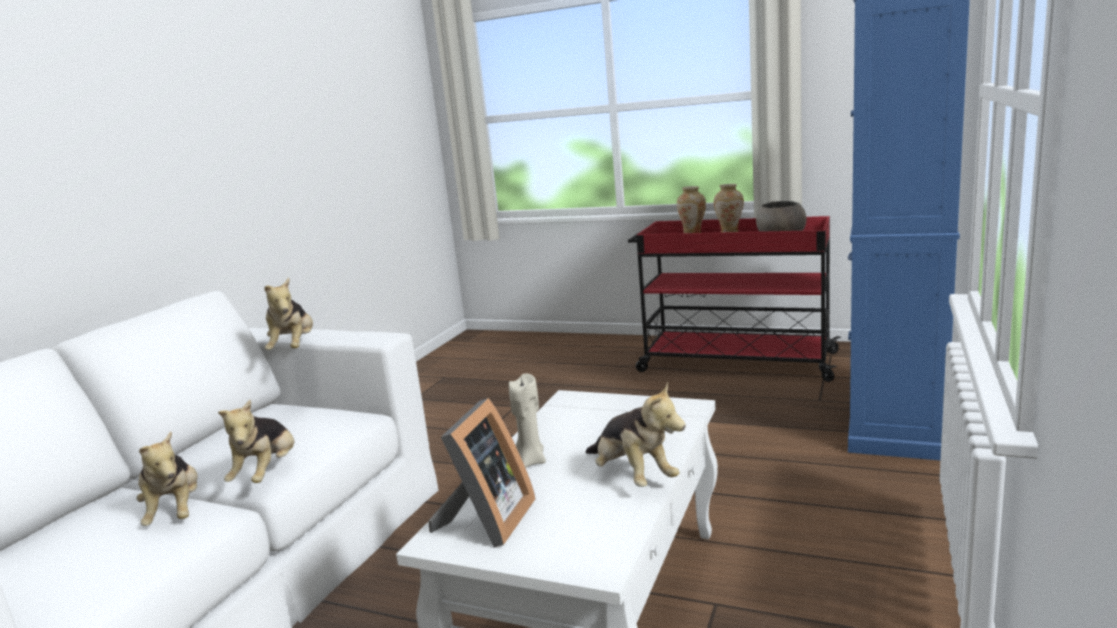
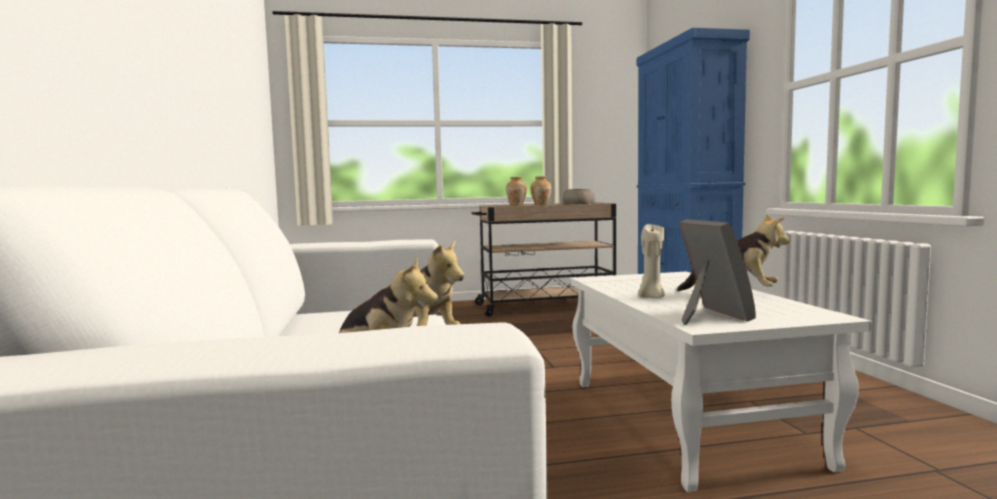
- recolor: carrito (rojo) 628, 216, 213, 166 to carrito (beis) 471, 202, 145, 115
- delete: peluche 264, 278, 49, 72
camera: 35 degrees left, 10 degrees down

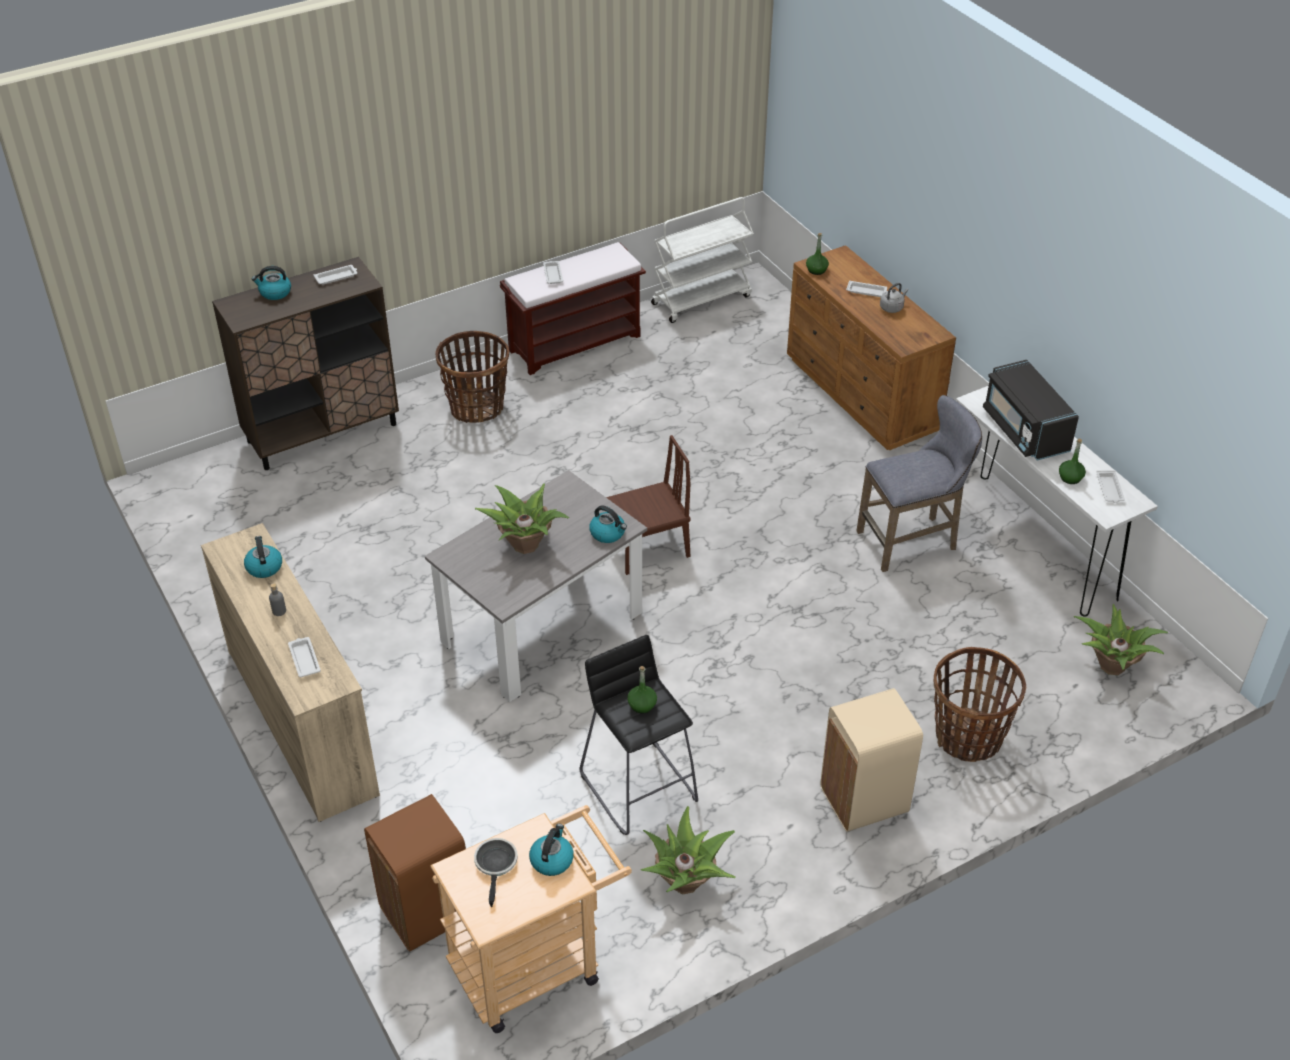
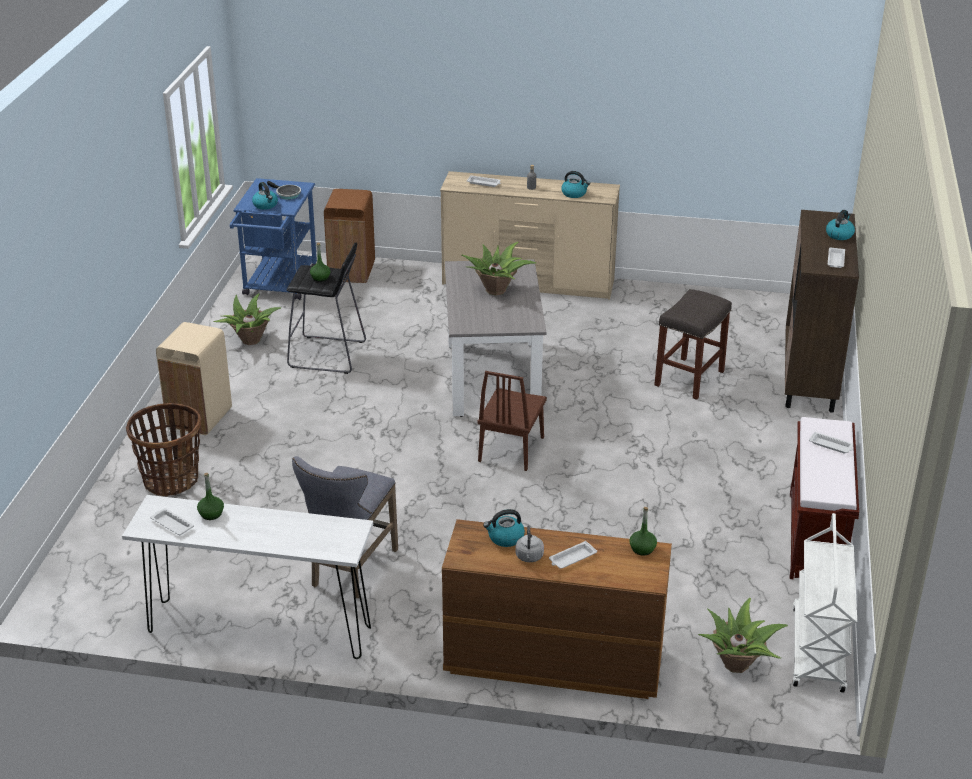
- delete: cesta 435, 331, 74, 92
- delete: microondas (negro) 983, 360, 96, 101
- move: hervidor 589, 506, 38, 37 to 483, 509, 42, 38
- move: planta en maceta 1074, 604, 94, 71 to 698, 598, 90, 75
- recolor: carrito (beis) 430, 805, 202, 228 to carrito (azul) 230, 178, 87, 122
- insert: taburete (gris) 654, 289, 78, 111
camera: 130 degrees right, 10 degrees down

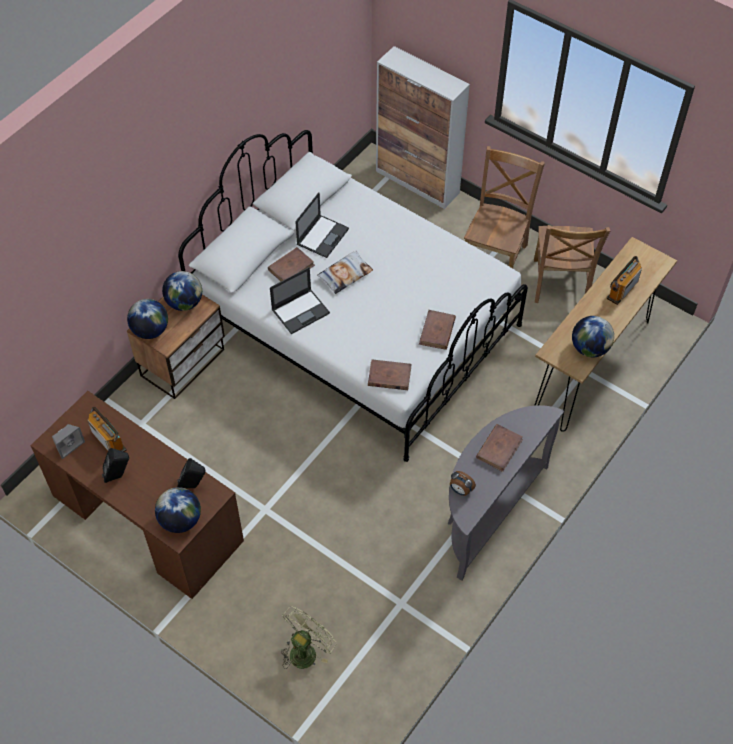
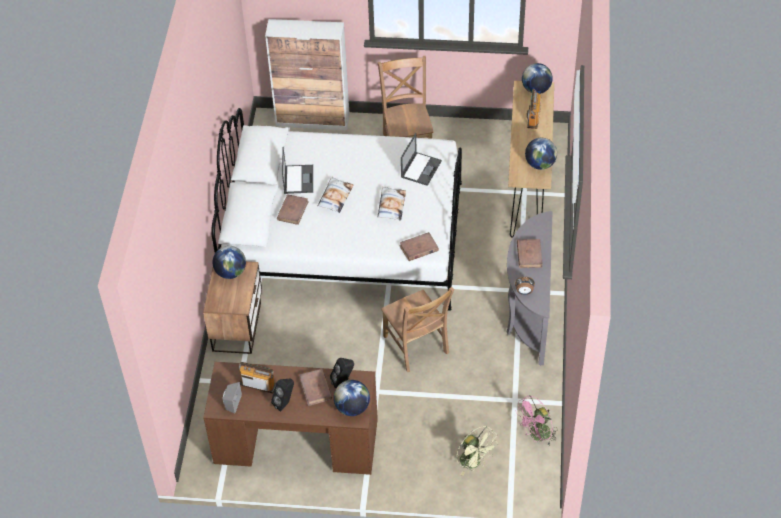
- move: silla (marrón) 534, 225, 76, 78 to 381, 287, 74, 85
- move: portátil 270, 267, 60, 67 to 401, 133, 41, 53
- move: globo terráqueo 127, 299, 41, 40 to 522, 63, 31, 31
- move: libro (marrón) 419, 310, 37, 40 to 299, 369, 33, 37
- rotate: ventilador (verde) 281, 606, 56, 63 = 457, 426, 40, 50 135 degrees clockwise
- insert: cojín 378, 186, 28, 35
- insert: ventilador (rosa) 516, 395, 40, 50
camera: 30 degrees left, 5 degrees down

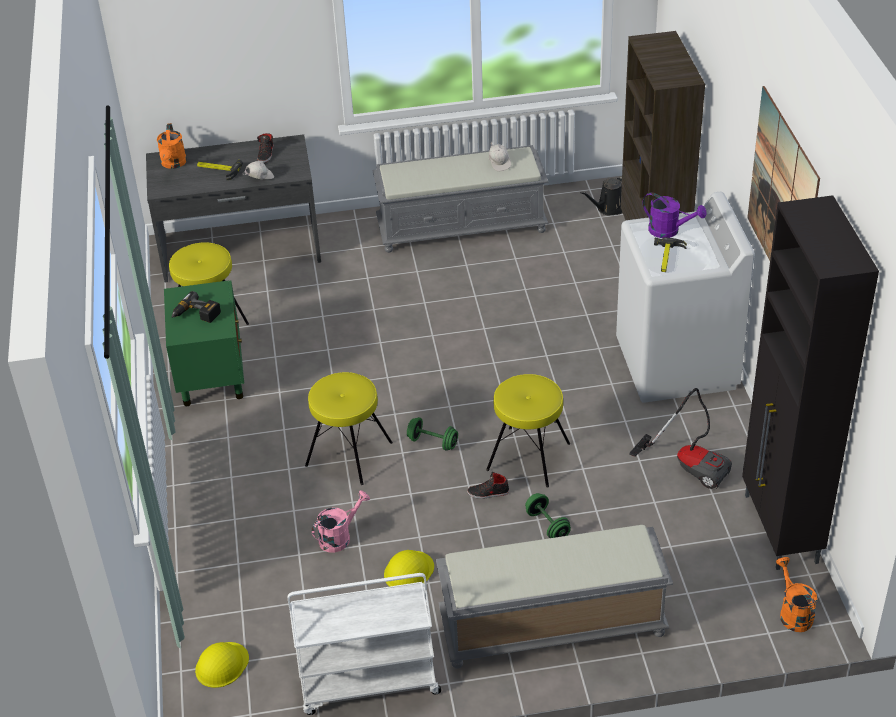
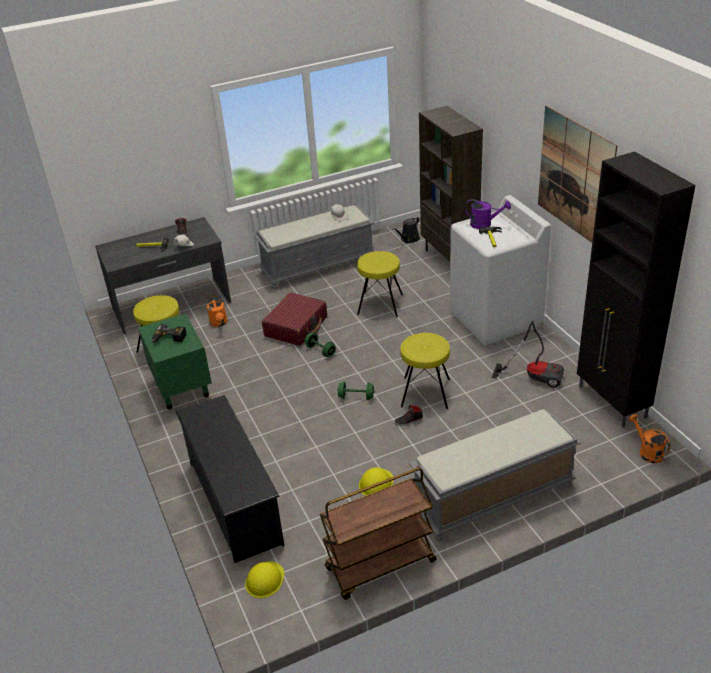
- move: regadera (naranja) 157, 123, 30, 46 to 207, 296, 21, 31
- move: taburete (amarillo) 305, 372, 88, 113 to 357, 251, 46, 66
- delete: regadera (rosa) 312, 490, 58, 62
- move: mancuerna (verde) 525, 493, 46, 45 to 305, 333, 31, 24
- recolor: carrito (blanco) 288, 573, 153, 142 to carrito (marrón) 320, 467, 117, 133
- insert: maleta (rojo) 262, 293, 65, 53
- insert: zapatero (negro) 175, 395, 109, 168
camera: 15 degrees left, 5 degrees down

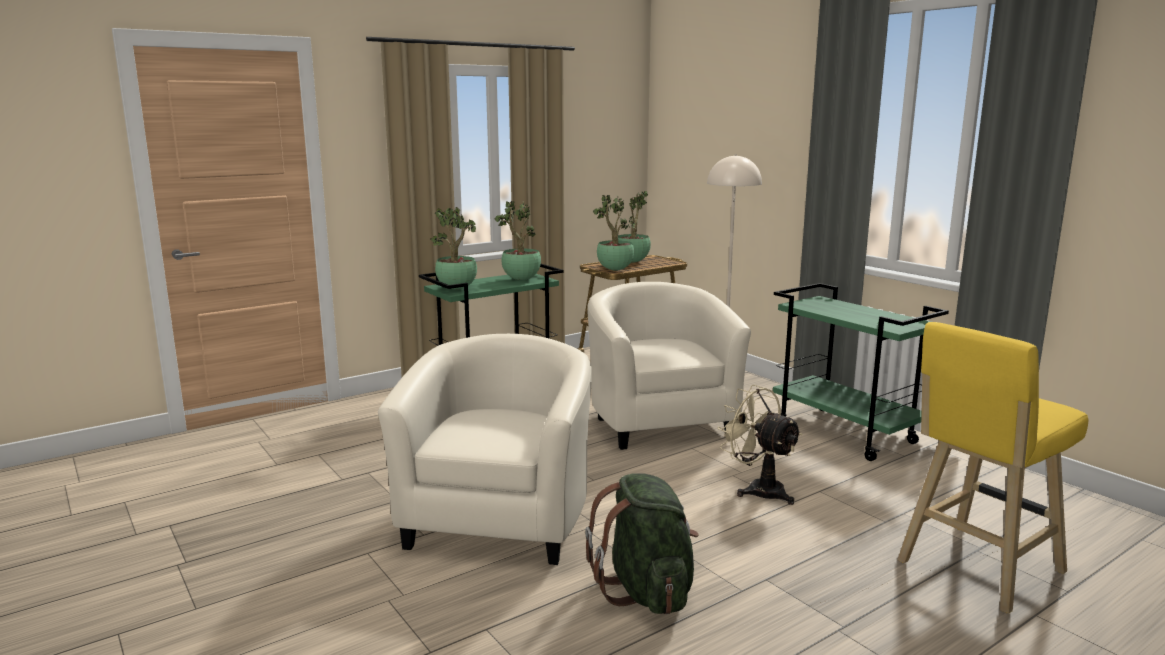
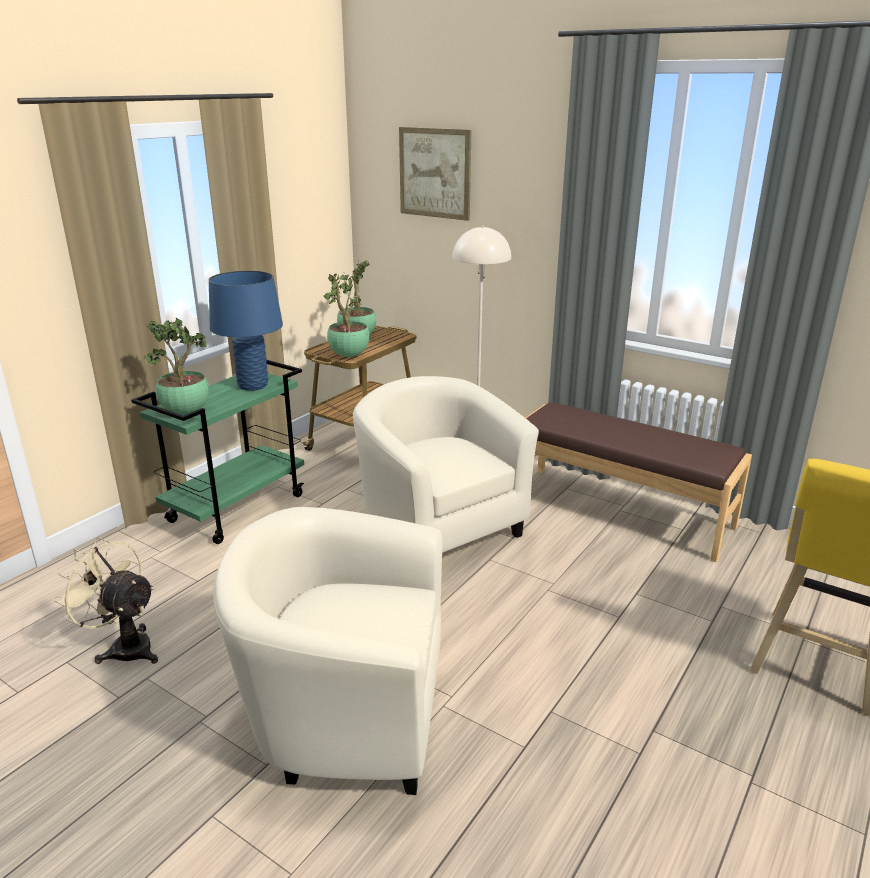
- replace: planta en maceta 495, 201, 46, 79 to lámpara de mesa (azul) 209, 270, 74, 121
- replace: carrito (verde) 773, 283, 176, 178 to banco (marrón) 526, 402, 226, 160
- rotate: sillón (beis) 378, 334, 214, 231 = 213, 507, 229, 288 75 degrees counterclockwise
- move: ventilador (beis) 717, 385, 86, 120 to 53, 537, 105, 127
- delete: mochila (verde) 585, 473, 113, 141
- insert: cuadro 399, 127, 73, 94
camera: 20 degrees left, 10 degrees up

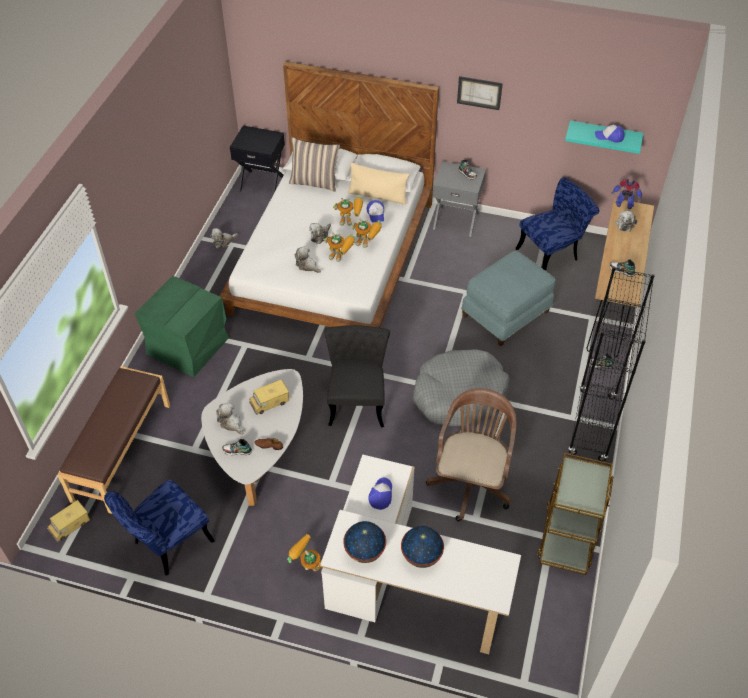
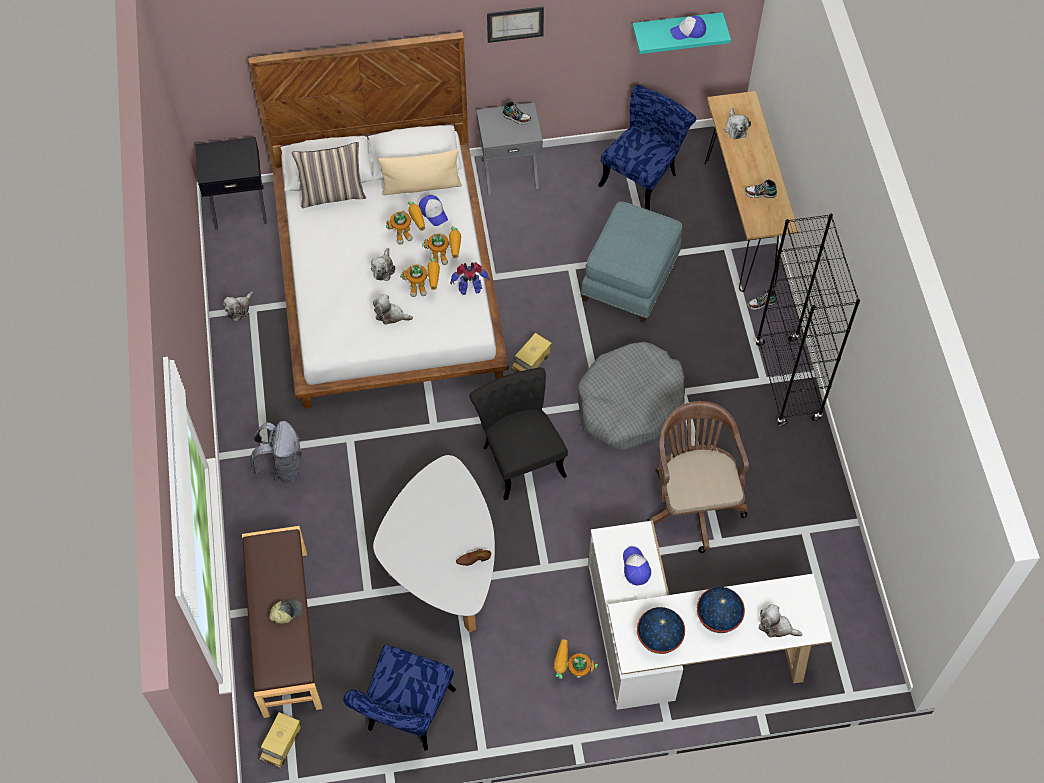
- move: robot de juguete 611, 179, 31, 30 to 450, 262, 40, 33
- replace: caja de almacenaje (verde) 135, 275, 94, 102 to mochila (gris) 250, 421, 52, 62
- move: camión de juguete 249, 379, 40, 36 to 511, 333, 41, 40
- move: peluche 216, 402, 27, 33 to 759, 604, 43, 34
- delete: zapato 222, 439, 30, 16
- delete: carrito (marrón) 537, 453, 76, 122
- insert: gorra 269, 599, 34, 25
camera: 25 degrees left, 10 degrees up

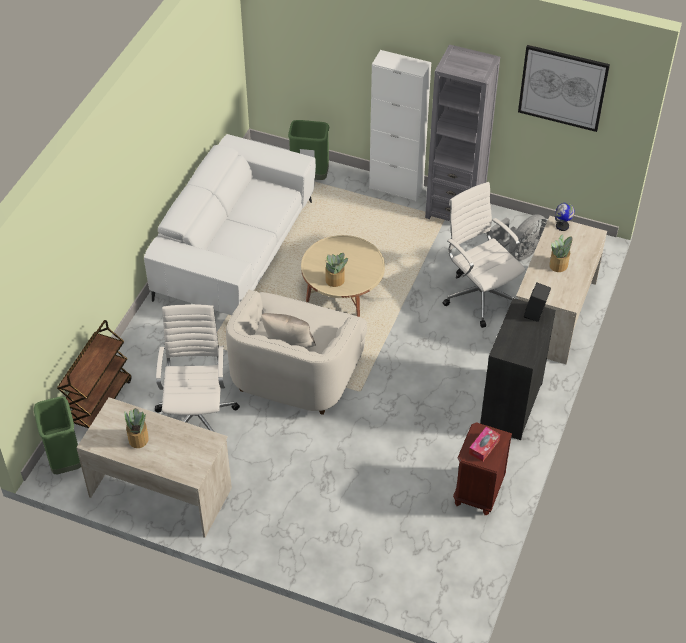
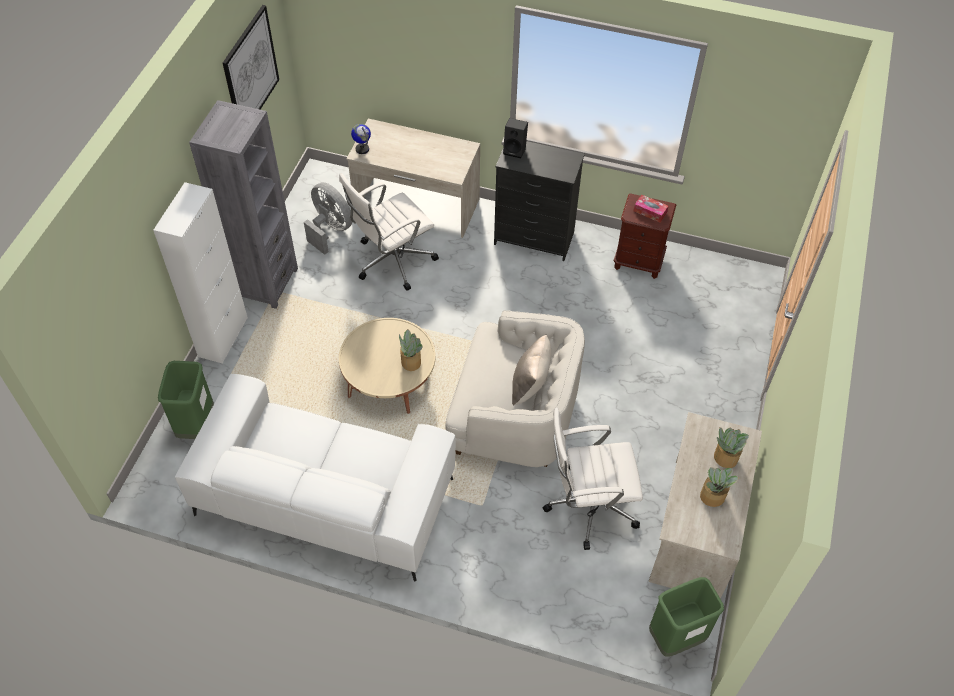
- move: planta en maceta 550, 234, 23, 38 to 714, 427, 35, 41
- delete: carrito (marrón) 57, 320, 75, 108
camera: 95 degrees left, 5 degrees up

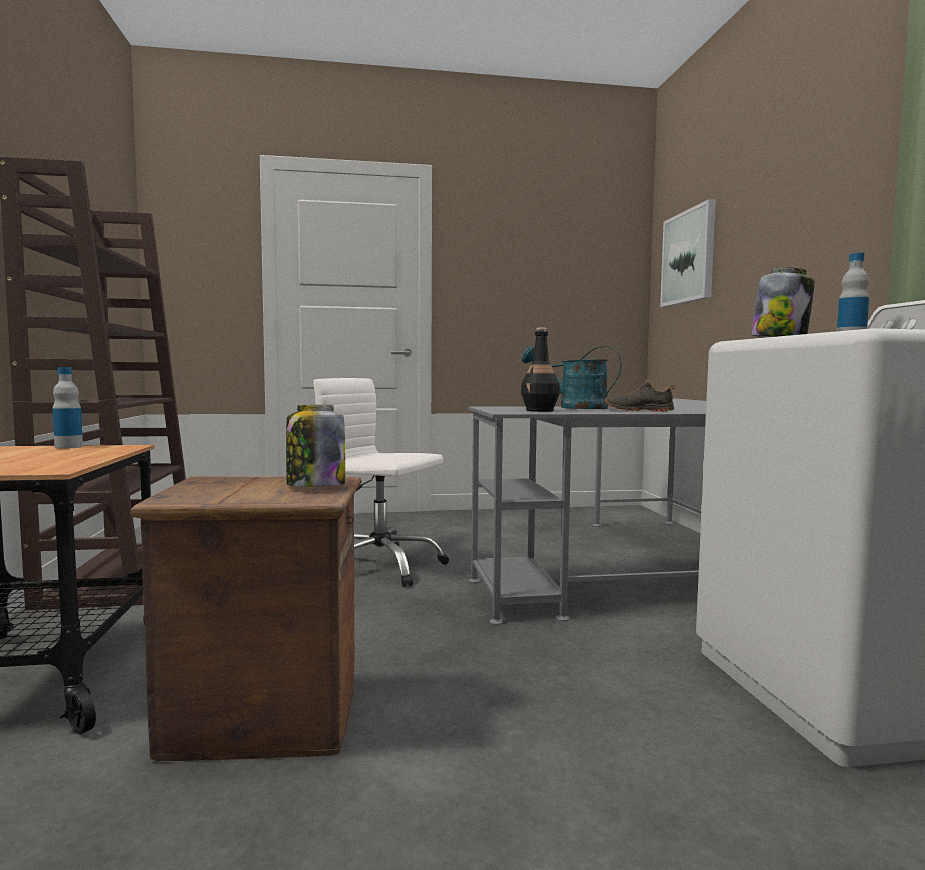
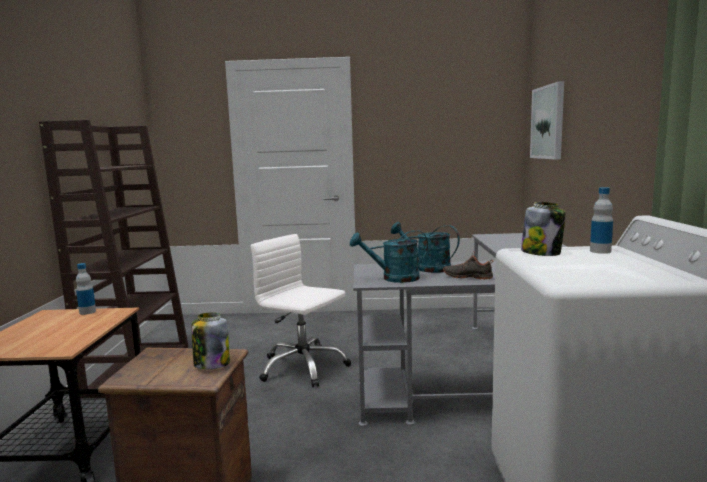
- replace: botella (negro) 521, 328, 39, 84 to regadera (turquesa) 350, 230, 78, 53
camera: 10 degrees right, 5 degrees up

